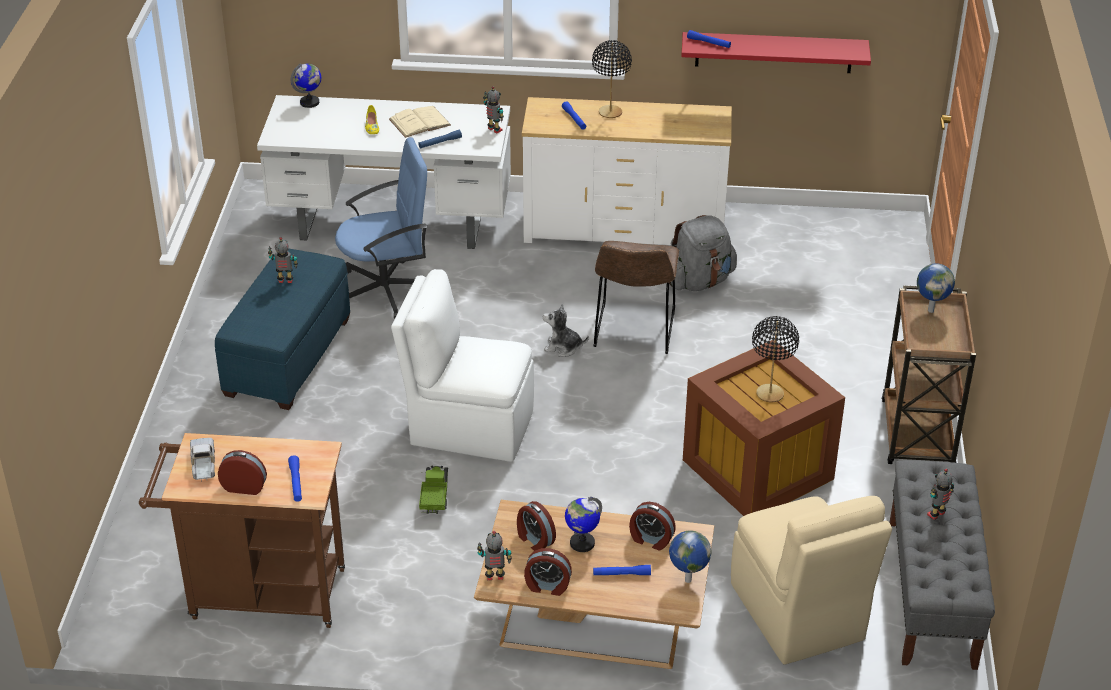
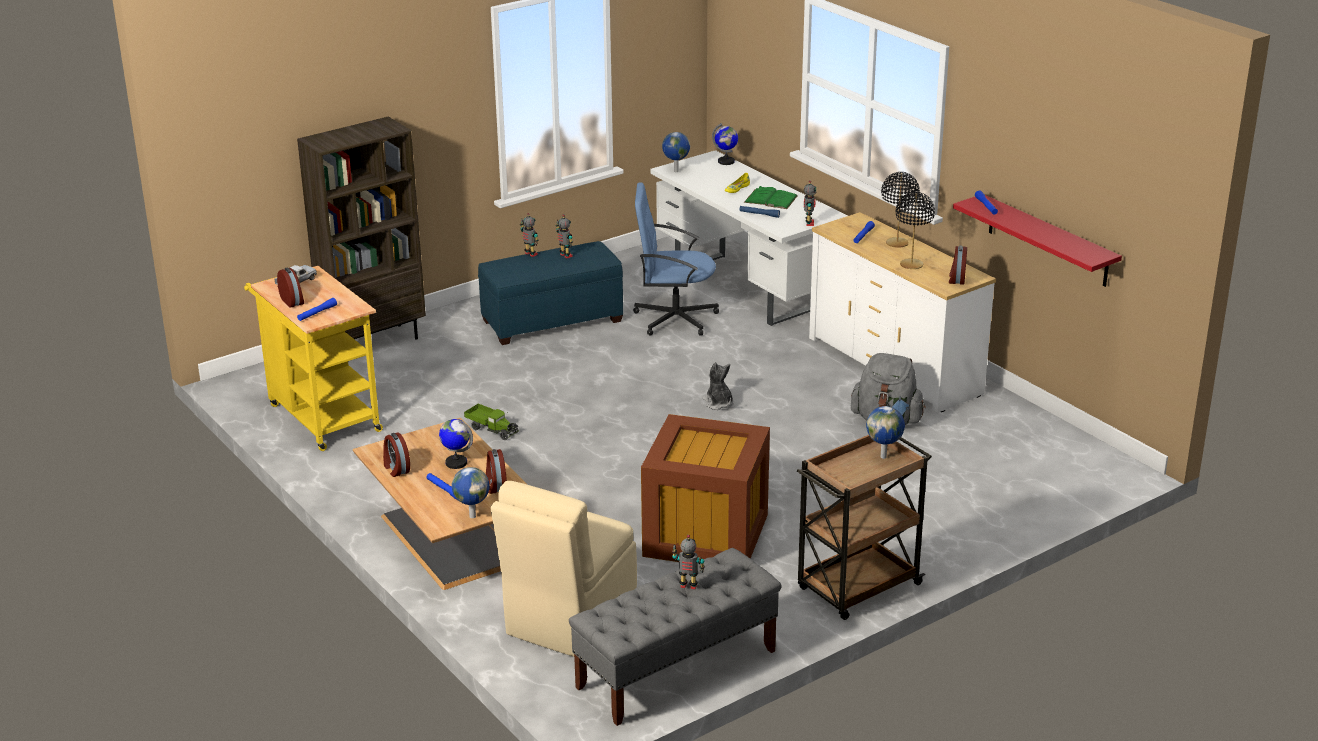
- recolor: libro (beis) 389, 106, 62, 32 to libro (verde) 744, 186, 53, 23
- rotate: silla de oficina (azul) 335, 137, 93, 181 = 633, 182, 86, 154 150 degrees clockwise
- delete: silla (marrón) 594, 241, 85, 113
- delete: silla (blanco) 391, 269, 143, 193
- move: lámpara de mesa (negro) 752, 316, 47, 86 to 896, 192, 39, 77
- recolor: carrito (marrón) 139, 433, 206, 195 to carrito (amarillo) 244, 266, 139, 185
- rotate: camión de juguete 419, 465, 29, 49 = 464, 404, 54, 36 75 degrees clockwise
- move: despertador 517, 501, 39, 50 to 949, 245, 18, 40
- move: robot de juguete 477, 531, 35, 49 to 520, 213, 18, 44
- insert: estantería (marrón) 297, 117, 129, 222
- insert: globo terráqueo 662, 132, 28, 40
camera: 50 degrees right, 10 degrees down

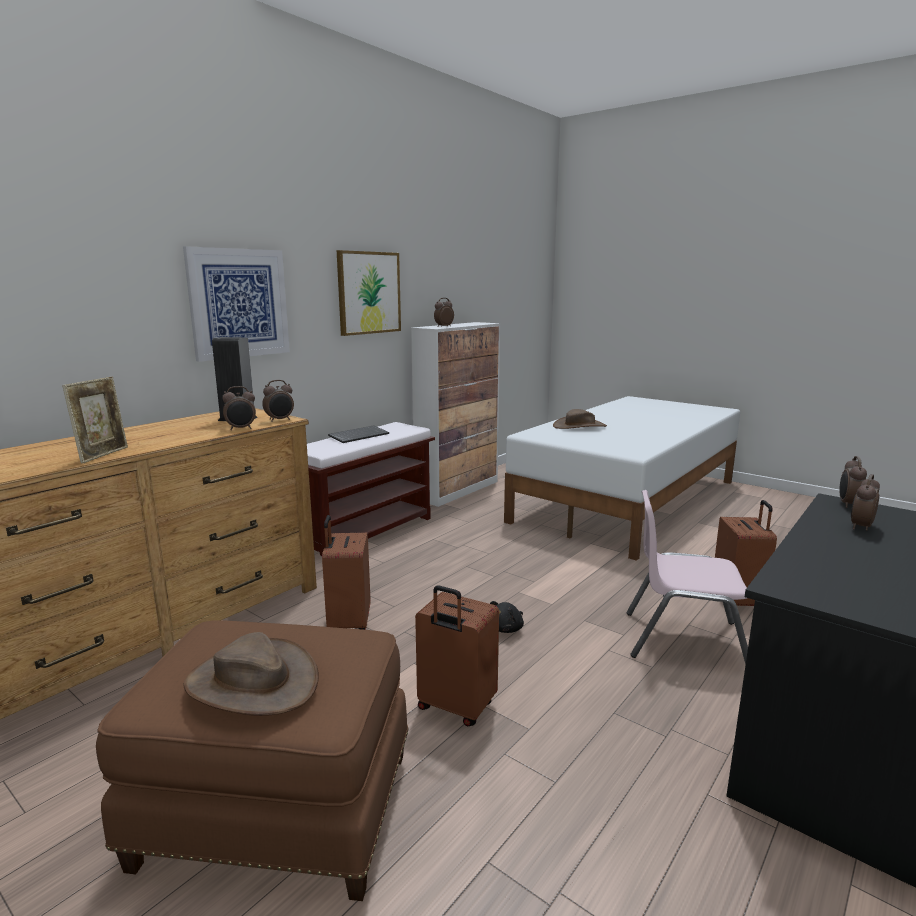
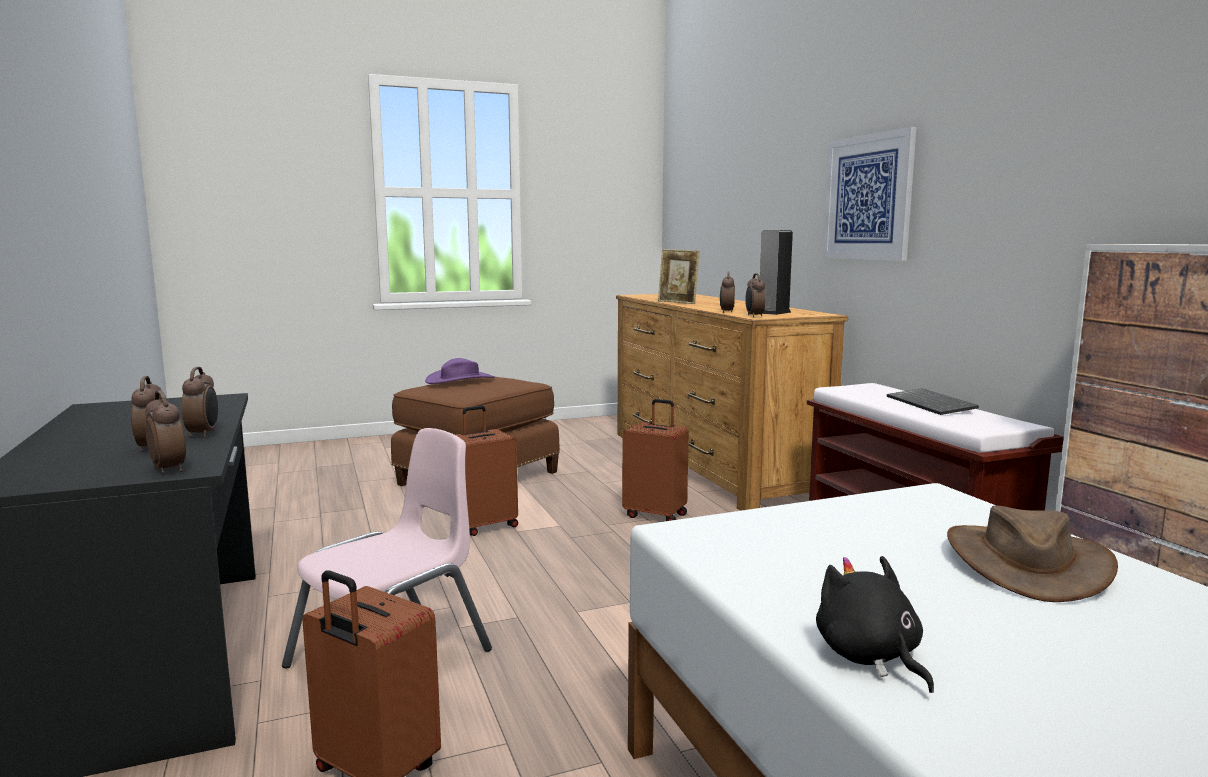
- delete: cuadro 337, 250, 64, 86
- move: despertador 434, 298, 20, 29 to 182, 367, 36, 71
- move: peluche (negro) 490, 601, 34, 32 to 816, 556, 118, 137
- recolor: sombrero (marrón) 184, 632, 135, 84 to sombrero (morado) 425, 358, 70, 26
camera: 120 degrees right, 5 degrees down

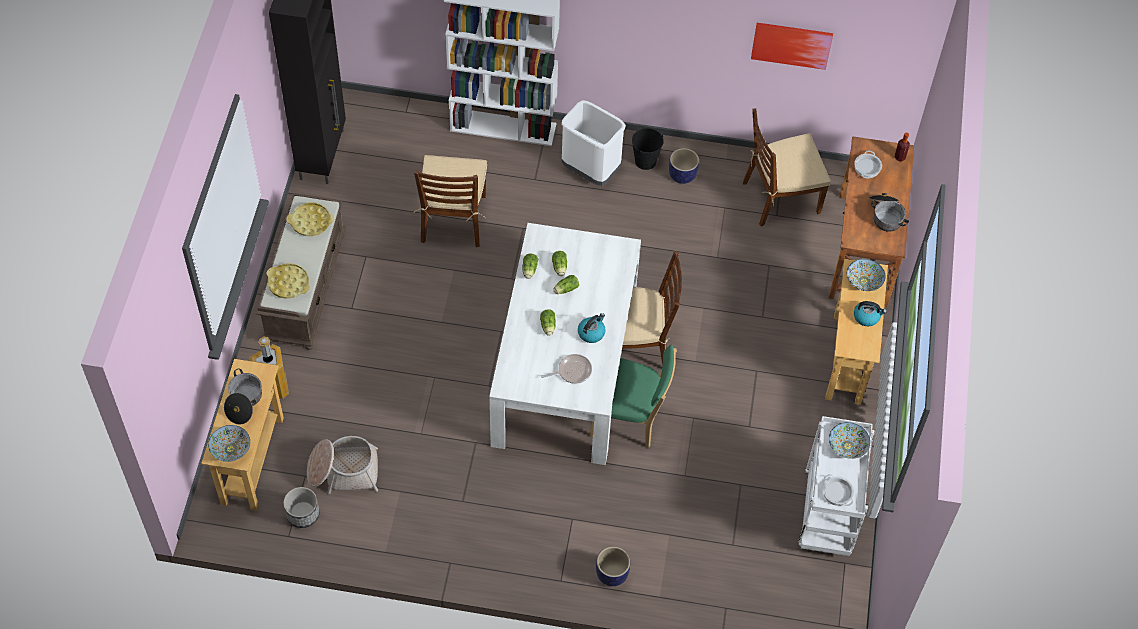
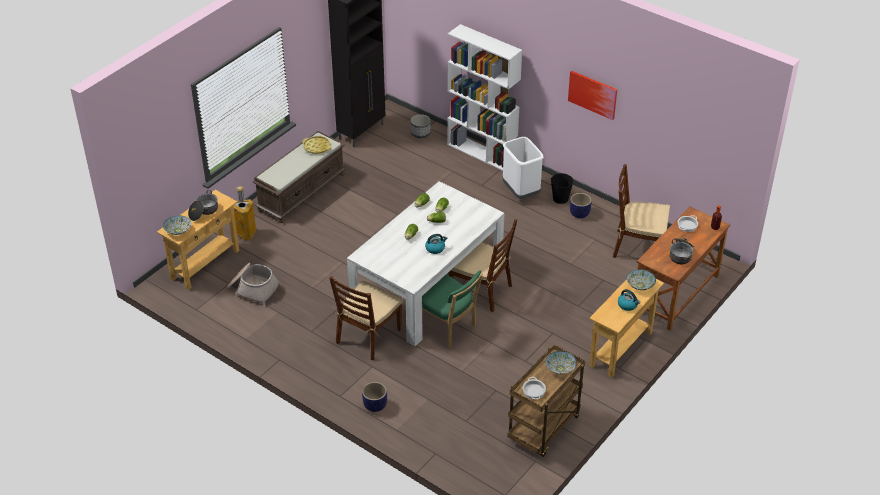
- move: cuadro 751, 23, 82, 47 to 568, 71, 49, 49
- move: silla (marrón) 413, 155, 74, 92 to 329, 276, 73, 84
- delete: bandeja (amarillo) 267, 263, 43, 36
- delete: sartén 541, 354, 51, 30
- recolor: carrito (blanco) 799, 416, 76, 140 to carrito (marrón) 507, 344, 78, 113
- move: maceta 283, 487, 36, 41 to 411, 114, 20, 24
camera: 30 degrees right, 15 degrees down

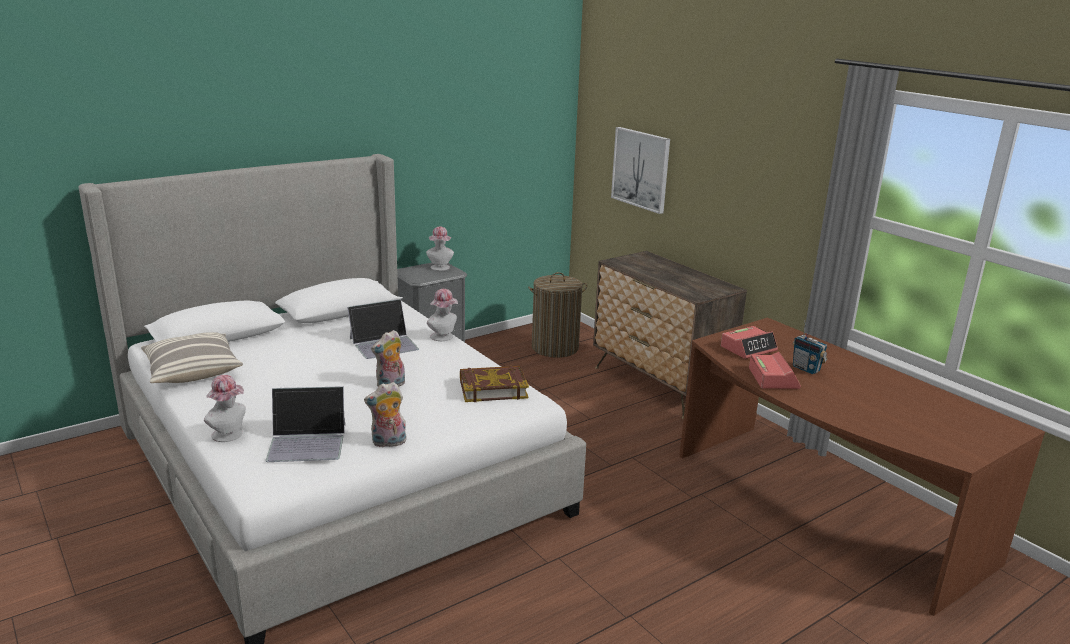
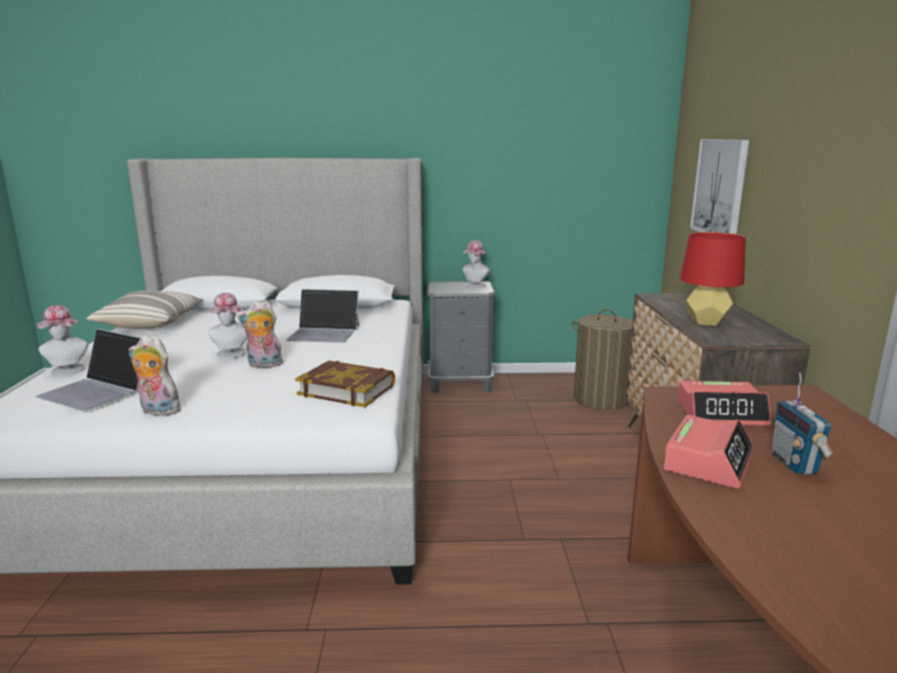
- move: sombrero 427, 289, 31, 52 to 208, 293, 39, 65
- insert: lámpara de mesa (rojo) 680, 232, 66, 94
camera: 35 degrees right, 5 degrees down

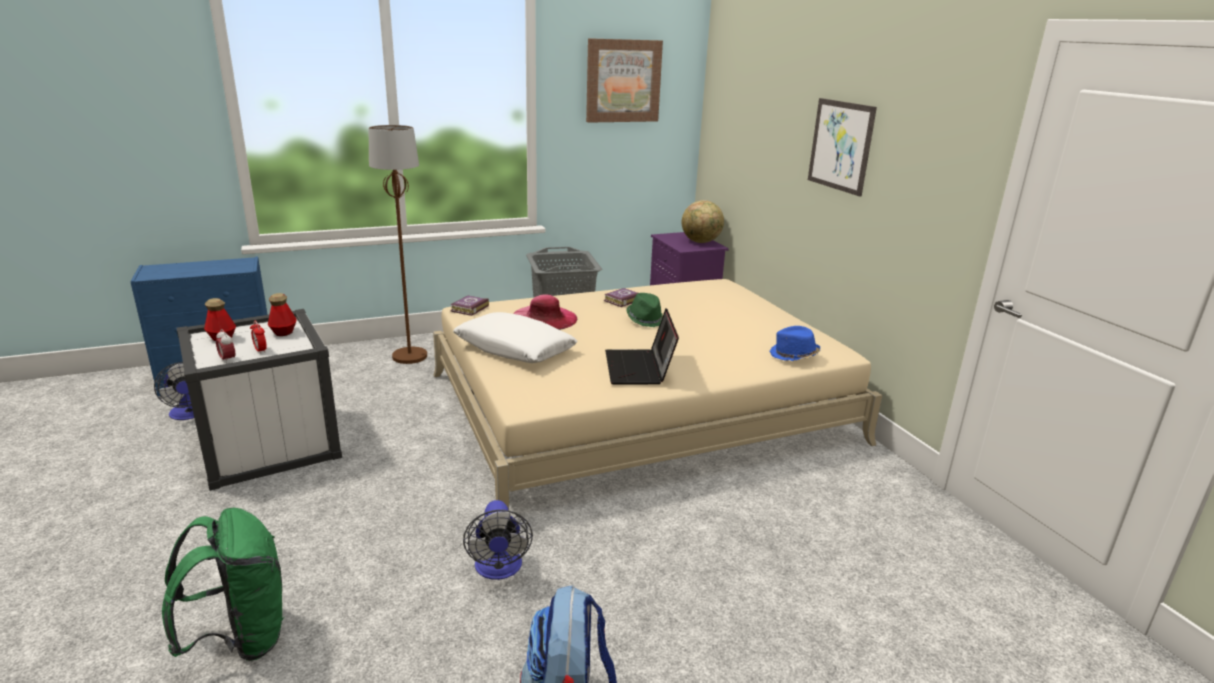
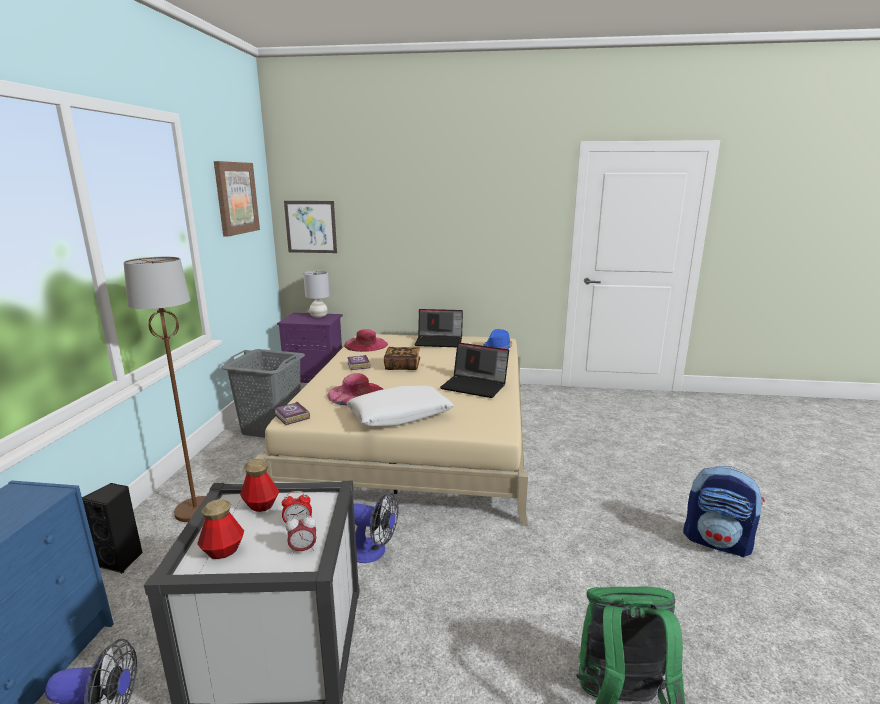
- move: cuadro 808, 98, 69, 99 to 284, 201, 53, 52
- replace: globo terráqueo 682, 200, 42, 43 to lámpara de mesa (gris) 303, 271, 27, 47
- replace: sombrero (verde) 626, 293, 37, 34 to libro 384, 347, 36, 23
- move: ventilador 463, 500, 70, 80 to 354, 493, 45, 70
- insert: portátil 414, 309, 49, 38
- insert: sombrero (rosa) 344, 329, 44, 23
- insert: altavoz (negro) 82, 483, 61, 91
camera: 60 degrees left, 5 degrees down

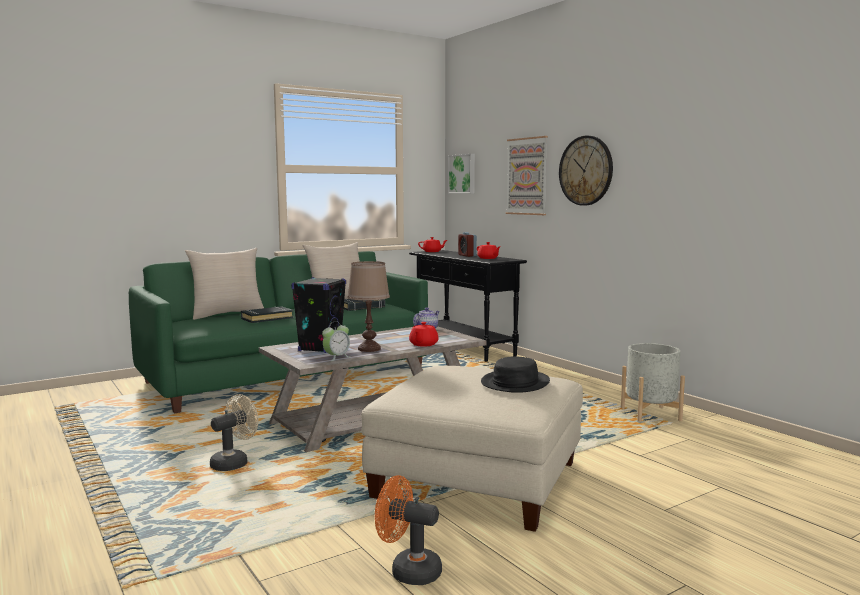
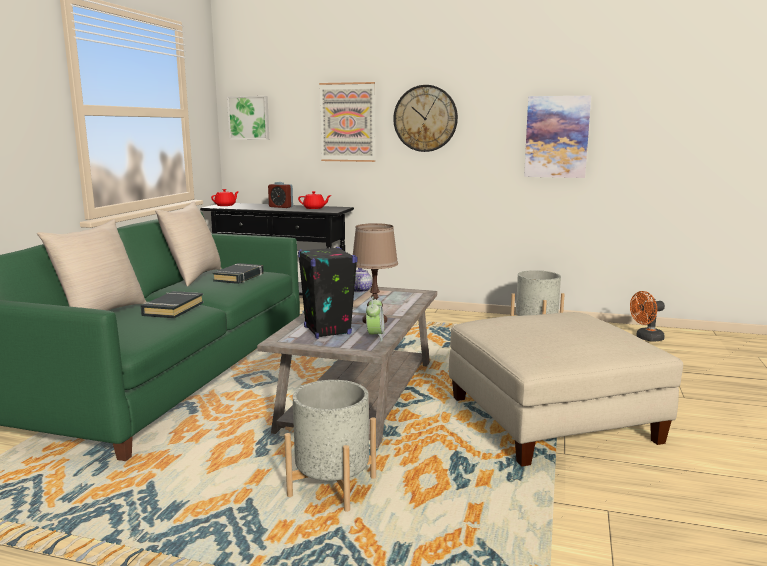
- delete: tetera (rojo) 409, 322, 29, 25
- delete: sombrero (negro) 481, 357, 69, 36
- replace: ventilador (beis) 210, 394, 48, 77 to maceta (gris) 284, 380, 92, 132
- move: ventilador (naranja) 375, 475, 67, 110 to 630, 291, 35, 50
- insert: cuadro 524, 96, 67, 82
camera: 40 degrees left, 5 degrees up

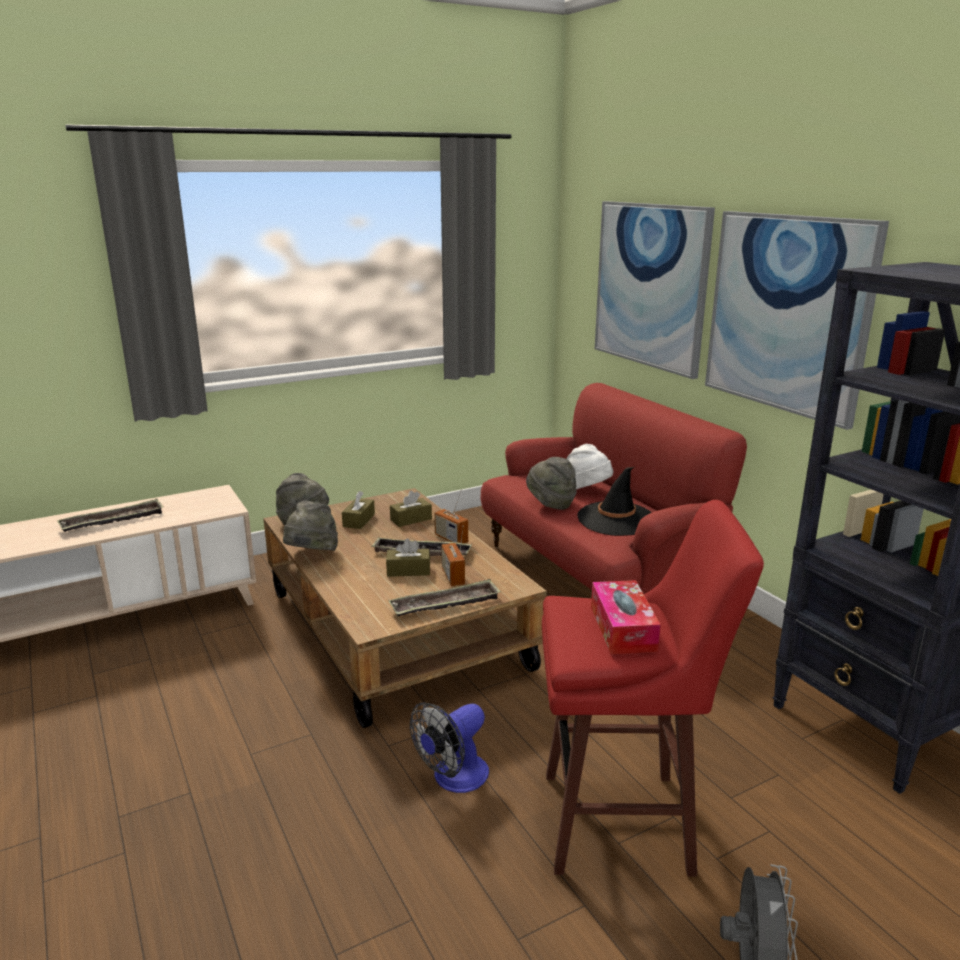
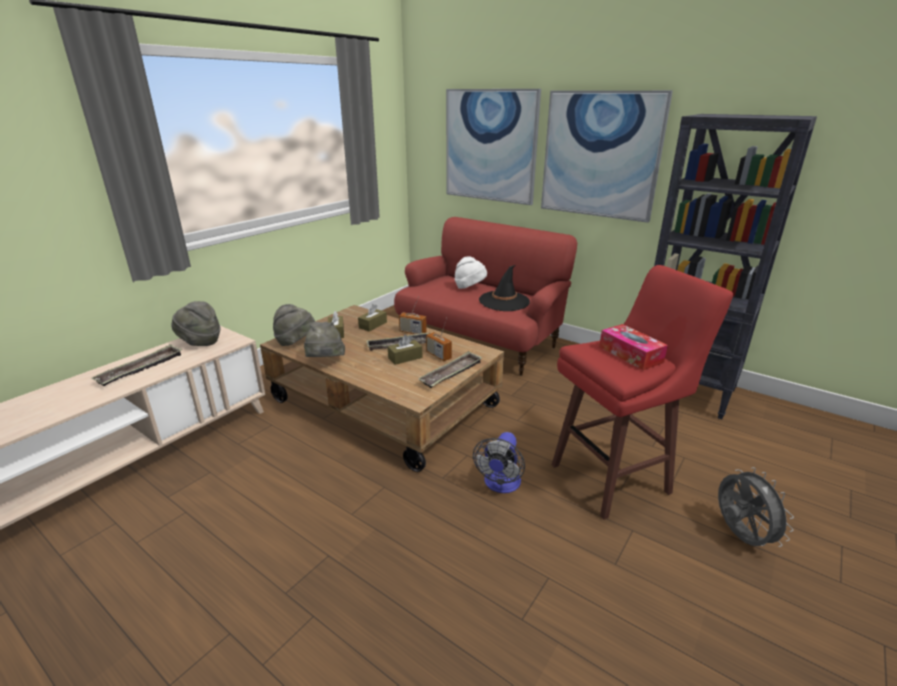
- move: sombrero (gris) 526, 457, 51, 53 to 171, 301, 49, 45
camera: 25 degrees left, 5 degrees up

